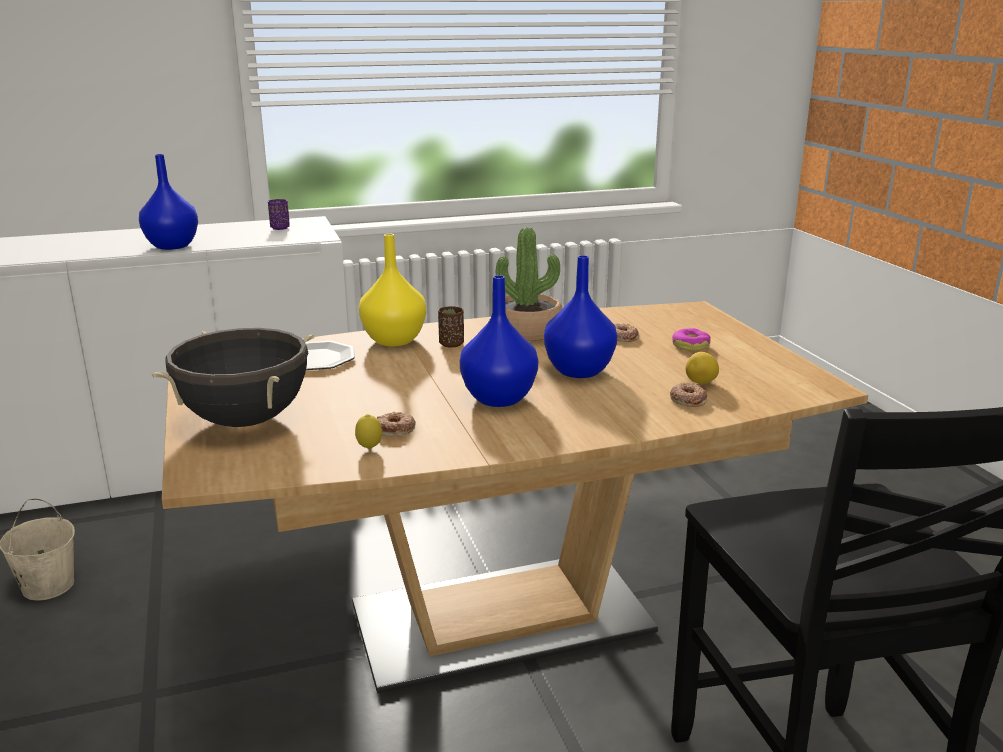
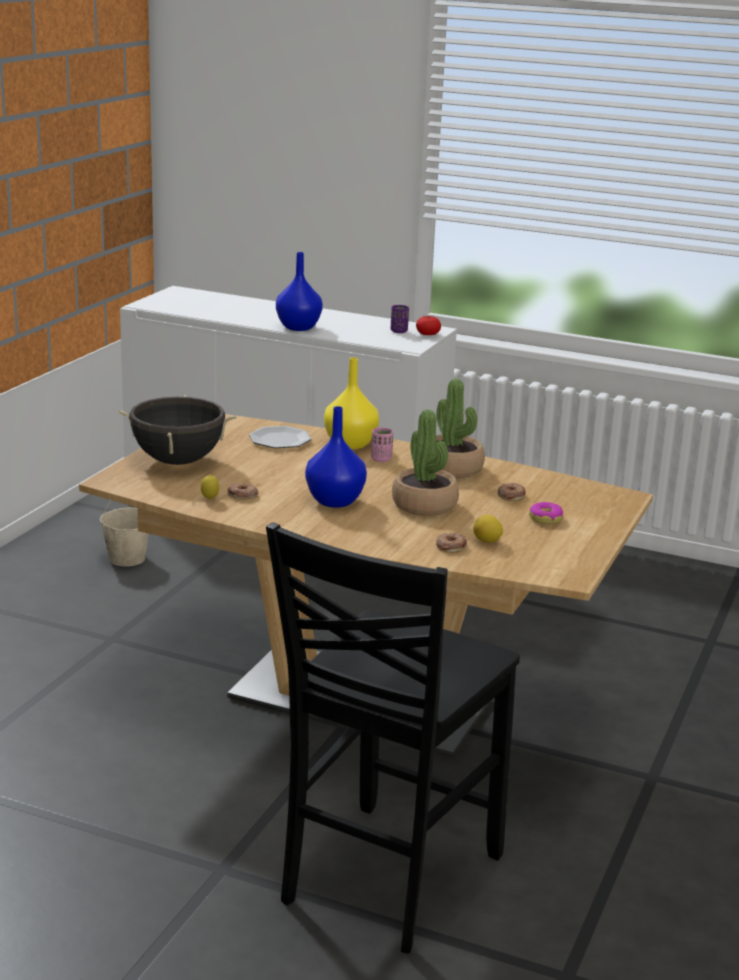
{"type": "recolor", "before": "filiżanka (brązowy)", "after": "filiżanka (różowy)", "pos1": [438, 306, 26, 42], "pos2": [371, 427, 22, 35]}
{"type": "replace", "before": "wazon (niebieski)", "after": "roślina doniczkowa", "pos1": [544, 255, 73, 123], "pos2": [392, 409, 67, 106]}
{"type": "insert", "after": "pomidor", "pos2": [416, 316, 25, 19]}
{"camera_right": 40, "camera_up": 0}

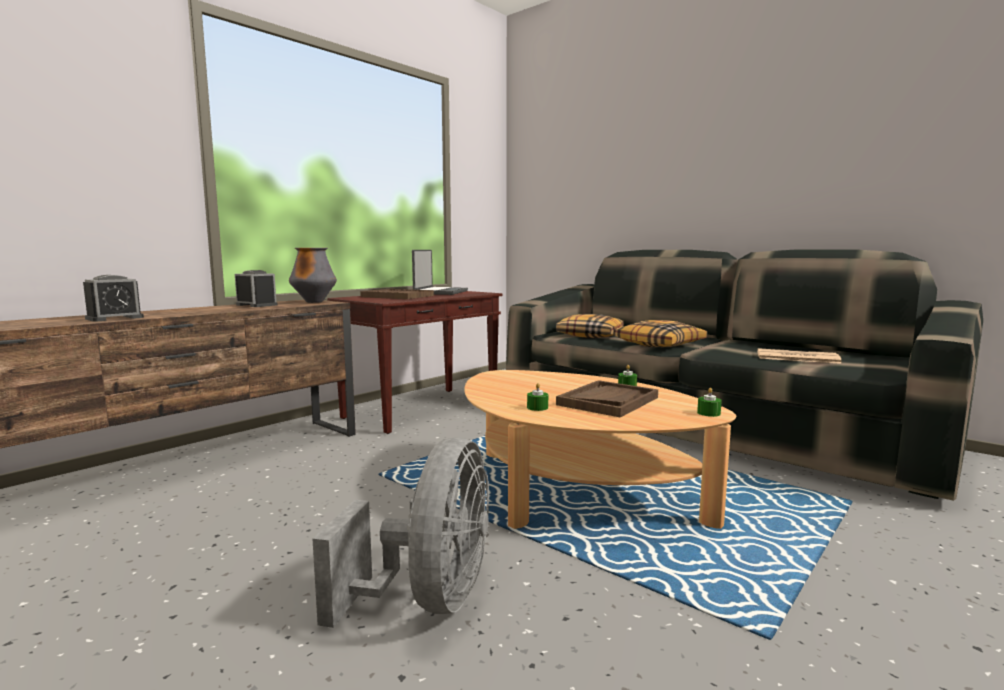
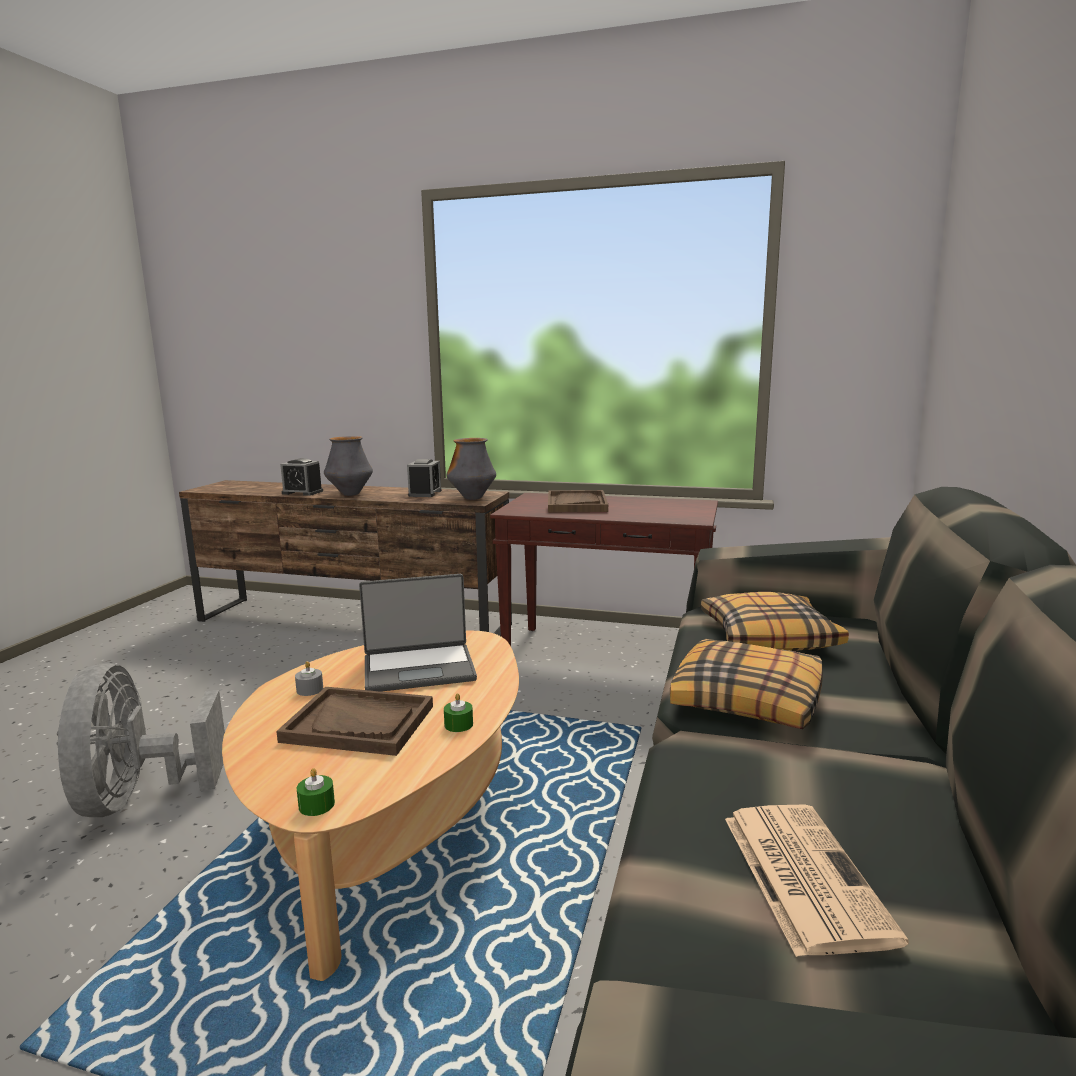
{"type": "rotate", "before": "wentylator (szary)", "pos1": [312, 437, 177, 191], "pos2": [57, 663, 168, 154], "turn": 90}
{"type": "recolor", "before": "świeca (zielony)", "after": "świeca (szary)", "pos1": [527, 383, 21, 28], "pos2": [295, 661, 28, 35]}
{"type": "insert", "after": "wazon", "pos2": [324, 436, 49, 60]}
{"type": "move", "before": "laptop", "pos1": [412, 250, 56, 45], "pos2": [359, 574, 118, 118]}
{"camera_right": 65, "camera_up": 5}

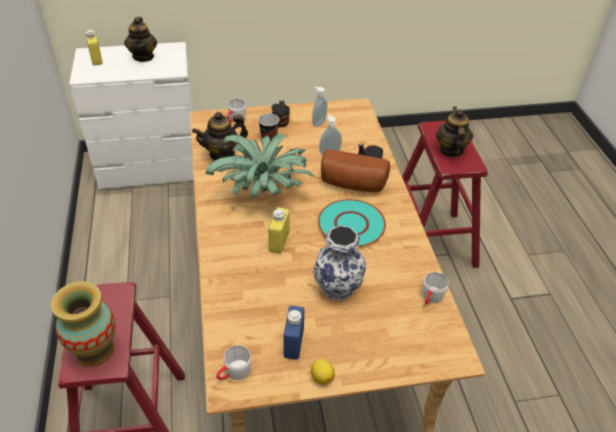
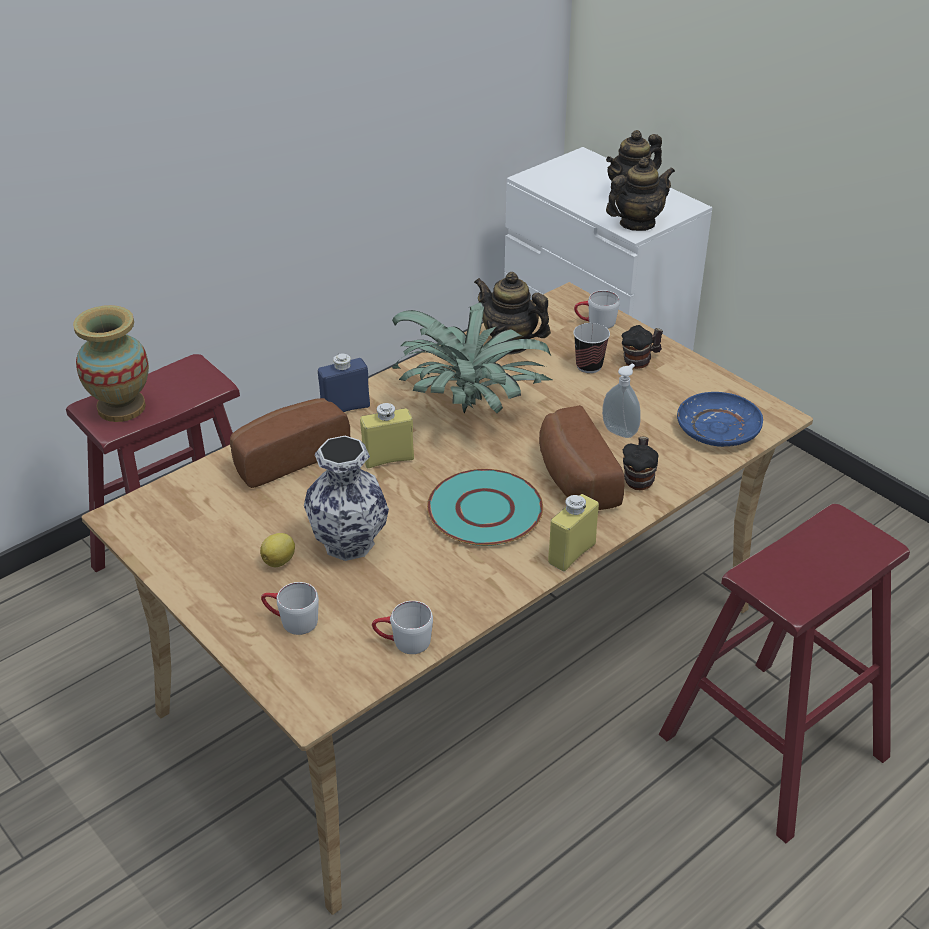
{"type": "insert", "after": "chleb", "pos2": [230, 398, 120, 90]}
{"type": "move", "before": "cytryna", "pos1": [311, 359, 24, 25], "pos2": [260, 533, 35, 34]}
{"type": "move", "before": "kubek (biały)", "pos1": [216, 345, 36, 35], "pos2": [261, 582, 58, 53]}
{"type": "move", "before": "butelka (niebieski)", "pos1": [284, 306, 20, 54], "pos2": [318, 353, 52, 59]}
{"type": "move", "before": "butelka (żółty)", "pos1": [86, 30, 16, 35], "pos2": [548, 494, 51, 77]}
{"type": "move", "before": "imbryk", "pos1": [436, 107, 37, 50], "pos2": [606, 157, 69, 74]}
{"type": "insert", "after": "talerz (niebieski)", "pos2": [677, 392, 86, 55]}
{"type": "delete", "before": "dozownik mydła", "pos1": [312, 86, 16, 41]}
{"camera_right": 60, "camera_up": -5}

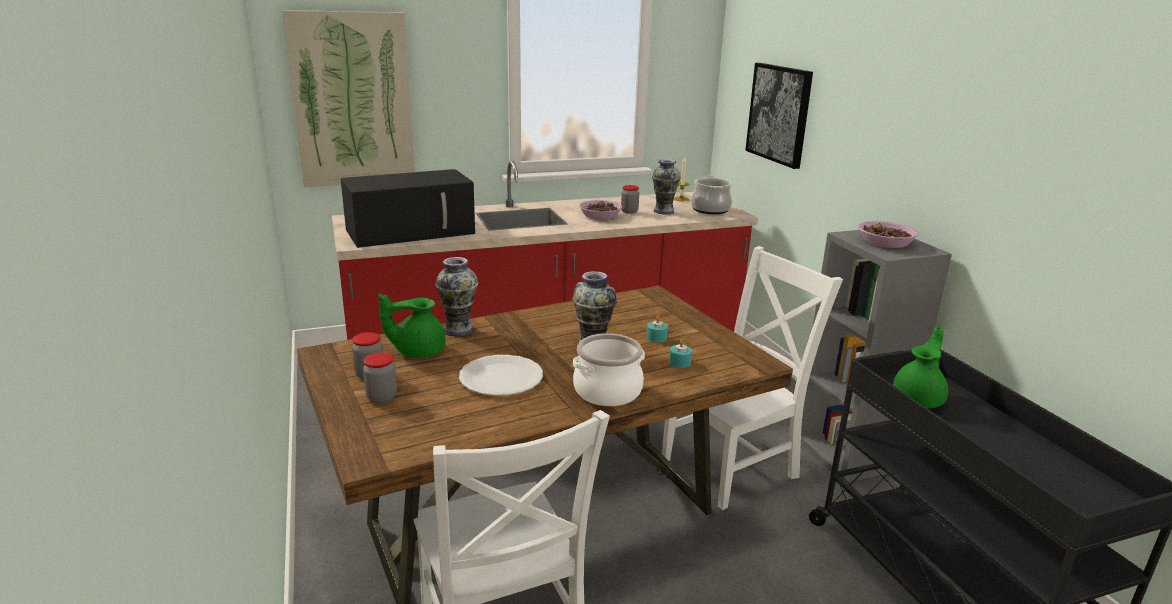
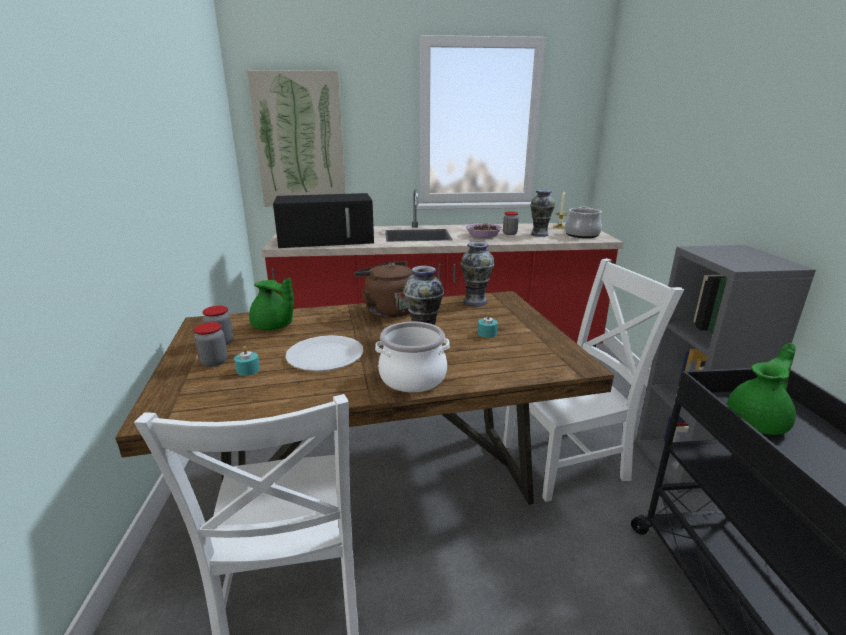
{"type": "move", "before": "świeca (turkusowy)", "pos1": [669, 339, 23, 29], "pos2": [234, 346, 26, 30]}
{"type": "rotate", "before": "imbryk (zielony)", "pos1": [378, 293, 67, 65], "pos2": [249, 278, 45, 53], "turn": -150}
{"type": "insert", "after": "czajnik (brązowy)", "pos2": [354, 261, 60, 57]}
{"type": "move", "before": "wazon", "pos1": [435, 257, 43, 79], "pos2": [460, 242, 35, 64]}
{"type": "delete", "before": "obraz", "pos1": [745, 63, 68, 106]}
{"type": "delete", "before": "miska", "pos1": [858, 221, 61, 27]}
{"camera_right": 15, "camera_up": 0}

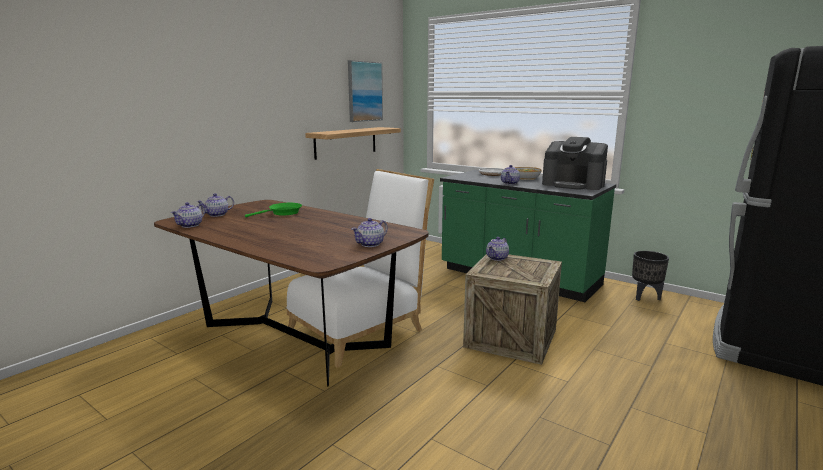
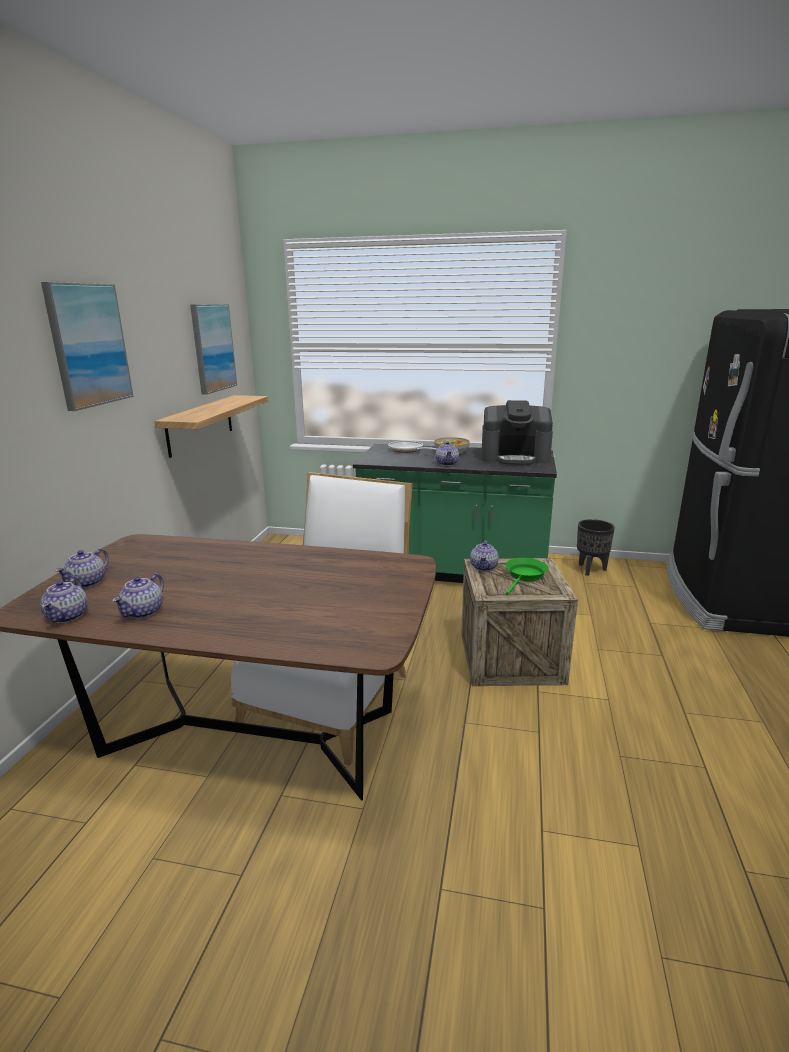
{"type": "insert", "after": "obraz", "pos2": [41, 282, 93, 129]}
{"type": "move", "before": "imbryk", "pos1": [352, 218, 36, 29], "pos2": [112, 573, 52, 46]}
{"type": "move", "before": "patelnia (zielony)", "pos1": [245, 203, 57, 14], "pos2": [506, 558, 43, 37]}
{"camera_right": -25, "camera_up": 5}

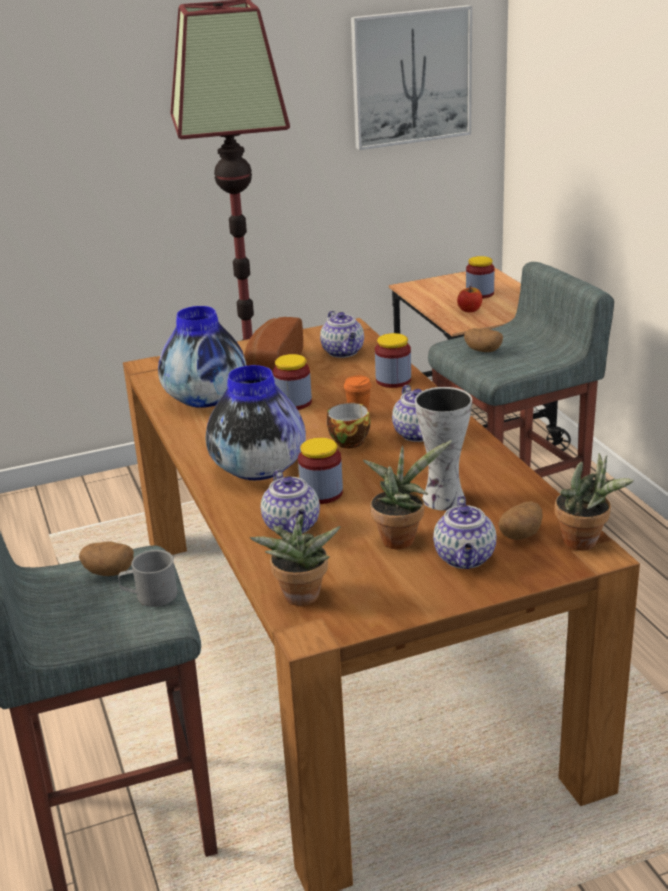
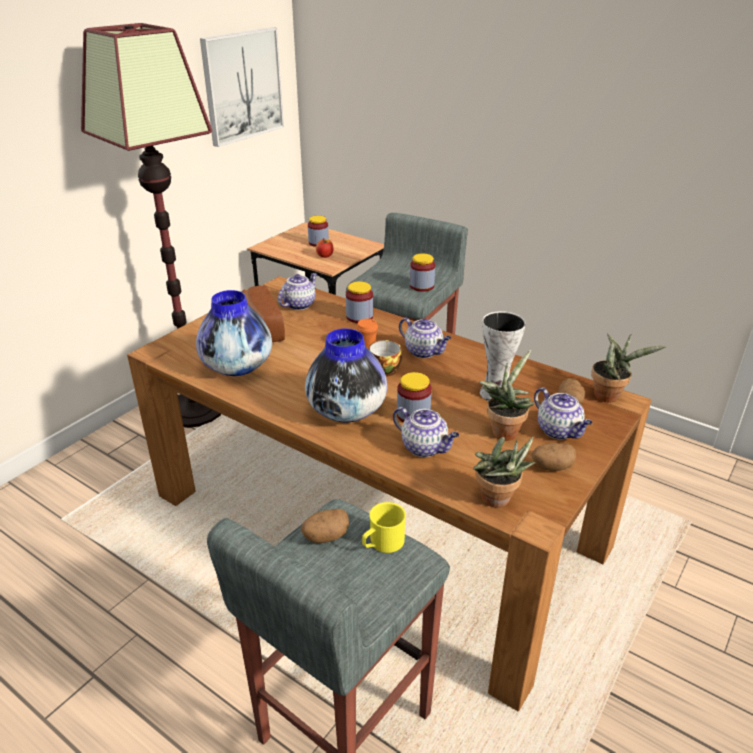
{"type": "rotate", "before": "imbryk", "pos1": [320, 311, 44, 47], "pos2": [278, 273, 39, 37], "turn": -90}
{"type": "recolor", "before": "kubek (szary)", "after": "kubek (żółty)", "pos1": [118, 550, 59, 57], "pos2": [362, 502, 44, 51]}
{"type": "move", "before": "słoik", "pos1": [273, 354, 39, 56], "pos2": [410, 254, 25, 38]}
{"type": "move", "before": "ziemniak", "pos1": [464, 328, 39, 24], "pos2": [531, 443, 45, 28]}
{"camera_right": -35, "camera_up": 5}

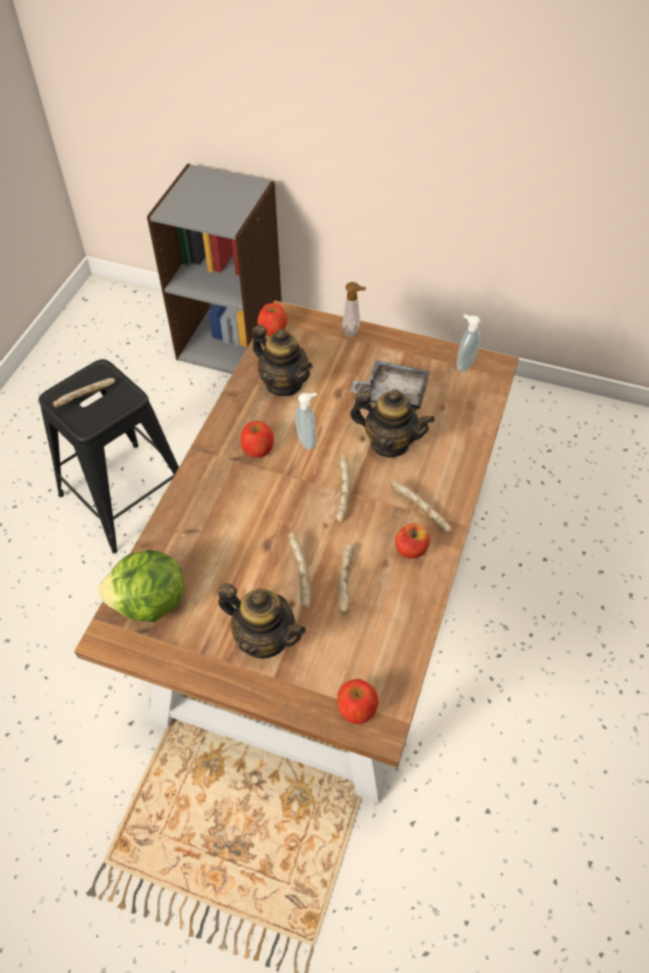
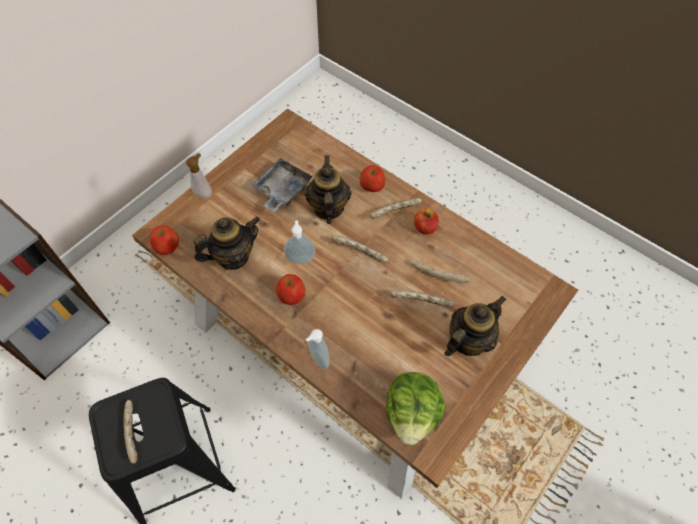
{"type": "rotate", "before": "imbryk", "pos1": [350, 389, 85, 68], "pos2": [305, 156, 47, 68], "turn": -45}
{"type": "move", "before": "dozownik mydła", "pos1": [457, 314, 24, 58], "pos2": [306, 329, 23, 40]}
{"type": "move", "before": "jabłko", "pos1": [337, 679, 41, 45], "pos2": [360, 165, 25, 27]}
{"camera_right": -70, "camera_up": 5}

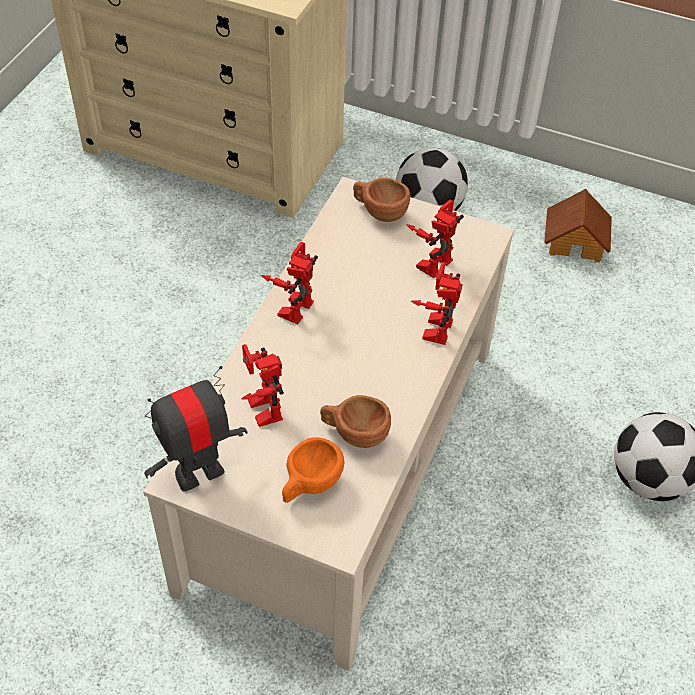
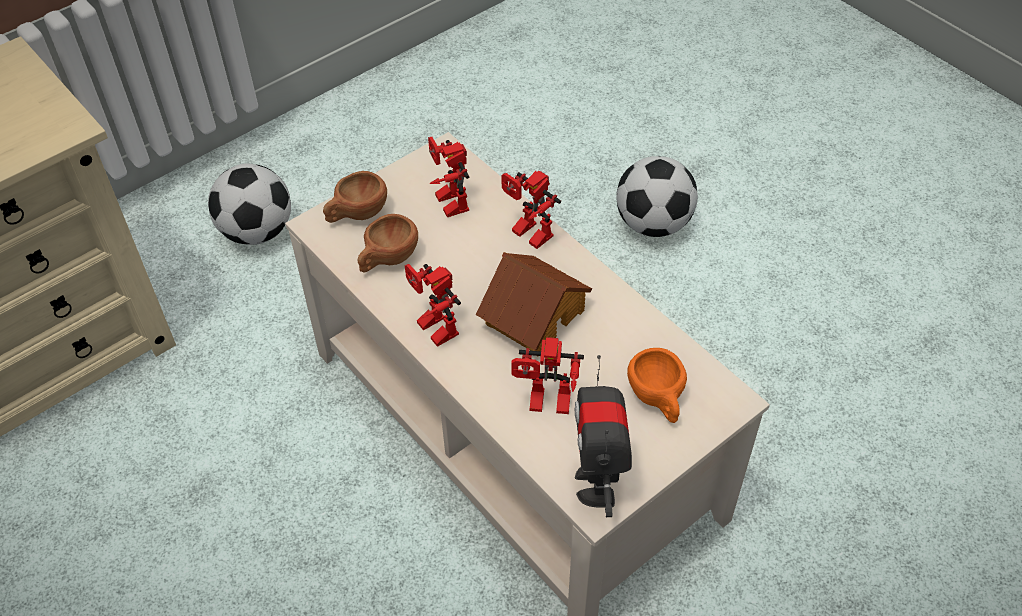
{"type": "move", "before": "filiżanka (brązowy)", "pos1": [320, 395, 71, 53], "pos2": [358, 214, 60, 58]}
{"type": "move", "before": "domek", "pos1": [544, 189, 68, 73], "pos2": [476, 252, 116, 105]}
{"camera_right": -60, "camera_up": 0}

